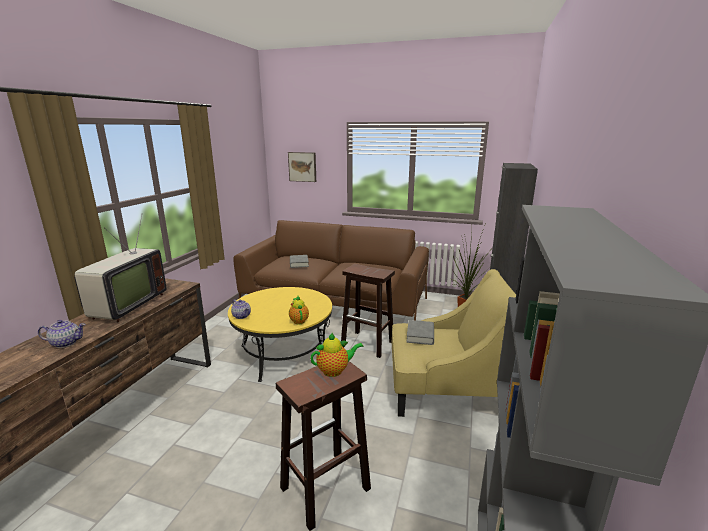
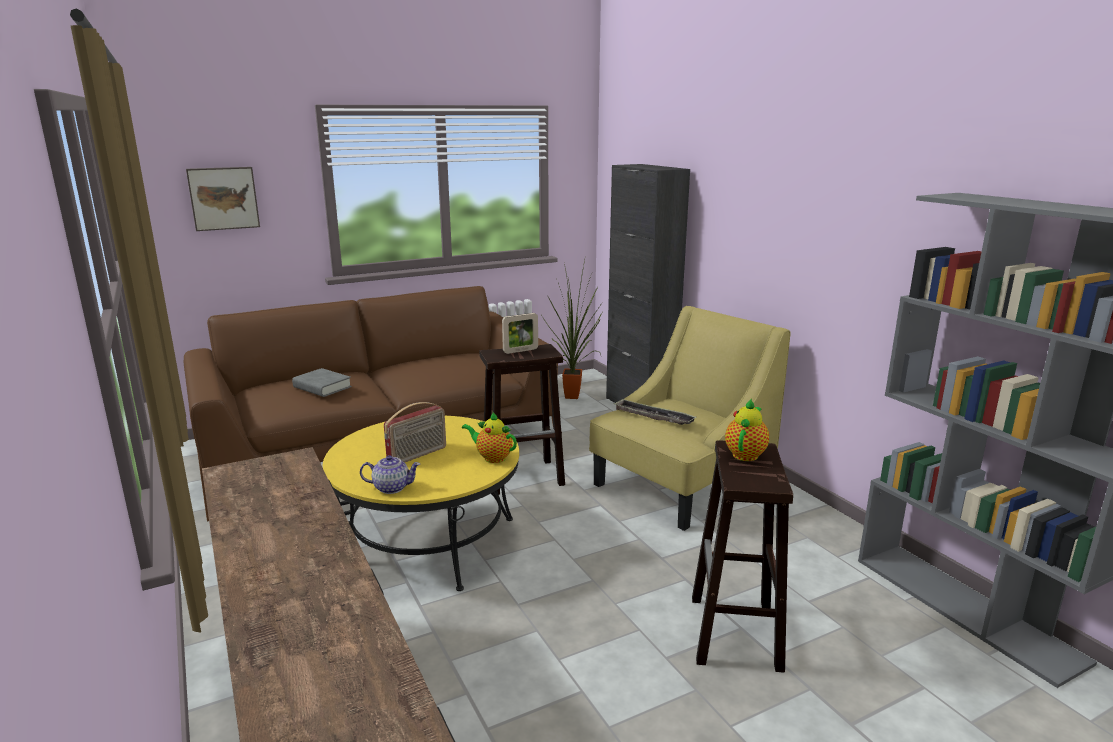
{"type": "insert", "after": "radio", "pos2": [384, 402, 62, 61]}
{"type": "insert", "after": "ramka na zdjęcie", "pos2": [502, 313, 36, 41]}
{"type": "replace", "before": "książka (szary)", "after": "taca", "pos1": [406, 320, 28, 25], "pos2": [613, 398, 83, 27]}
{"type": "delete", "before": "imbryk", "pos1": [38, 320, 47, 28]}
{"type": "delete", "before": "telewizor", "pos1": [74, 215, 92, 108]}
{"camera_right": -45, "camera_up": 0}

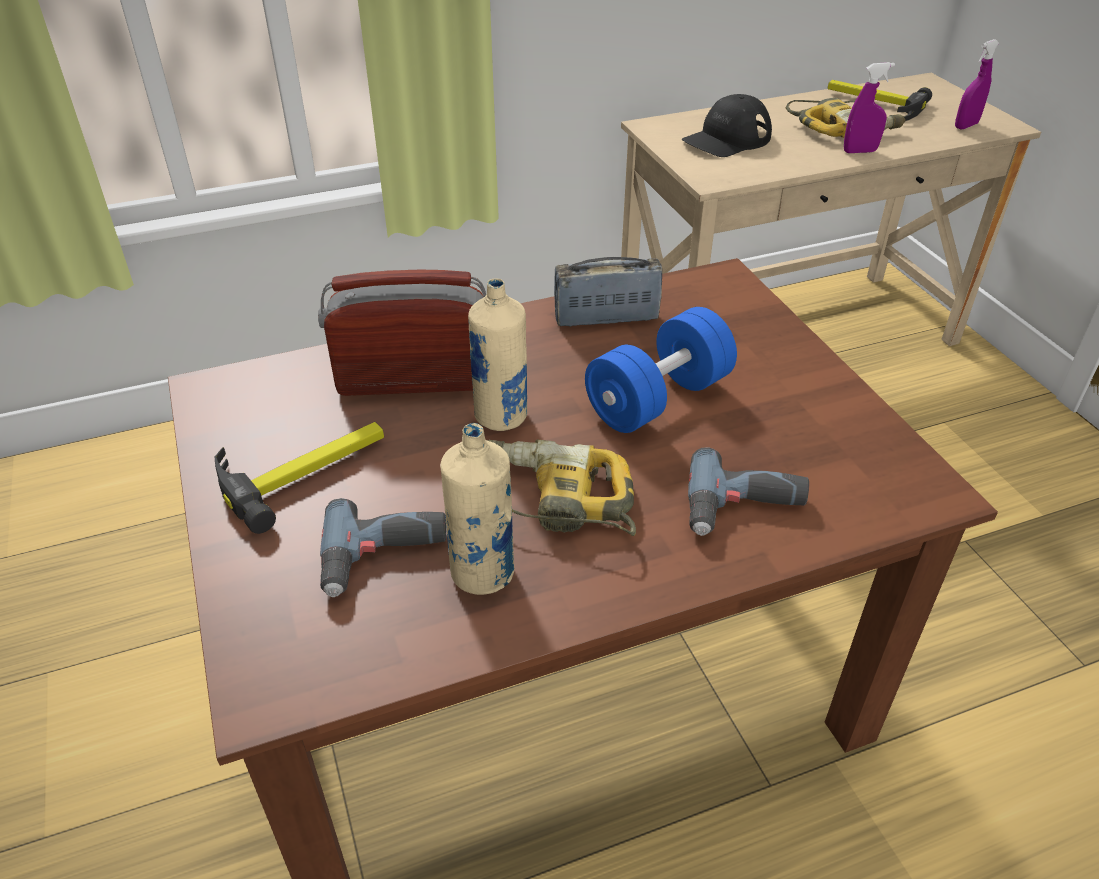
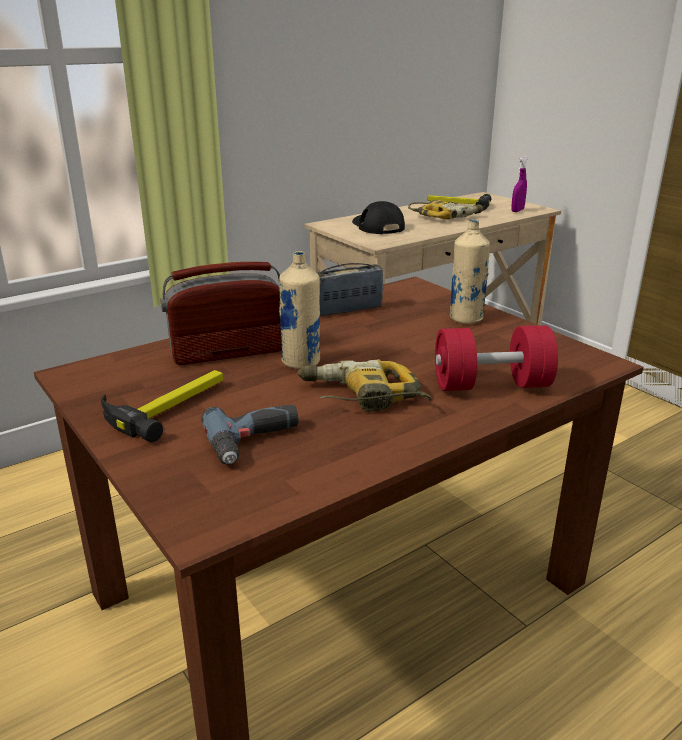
{"type": "rotate", "before": "czapka z daszkiem (czarny)", "pos1": [682, 94, 90, 63], "pos2": [352, 201, 53, 33], "turn": 120}
{"type": "replace", "before": "wiertarka", "after": "hantel (czerwony)", "pos1": [688, 448, 121, 88], "pos2": [435, 325, 123, 66]}
{"type": "move", "before": "butelka (beżowy)", "pos1": [440, 423, 75, 172], "pos2": [450, 219, 40, 105]}
{"type": "delete", "before": "hantel (niebieski)", "pos1": [585, 307, 152, 126]}
{"type": "delete", "before": "spryskiwacz (fioletowy)", "pos1": [844, 62, 51, 91]}
{"camera_right": -15, "camera_up": -15}

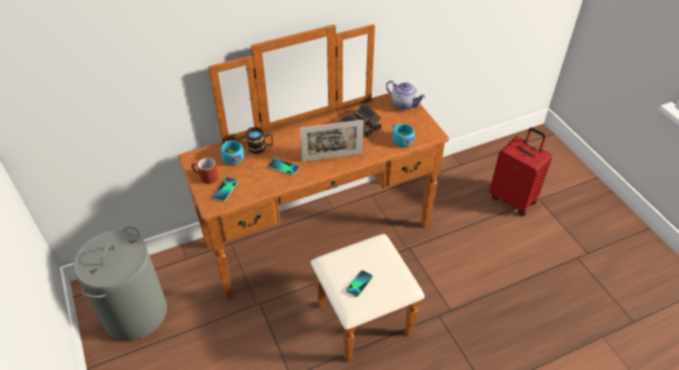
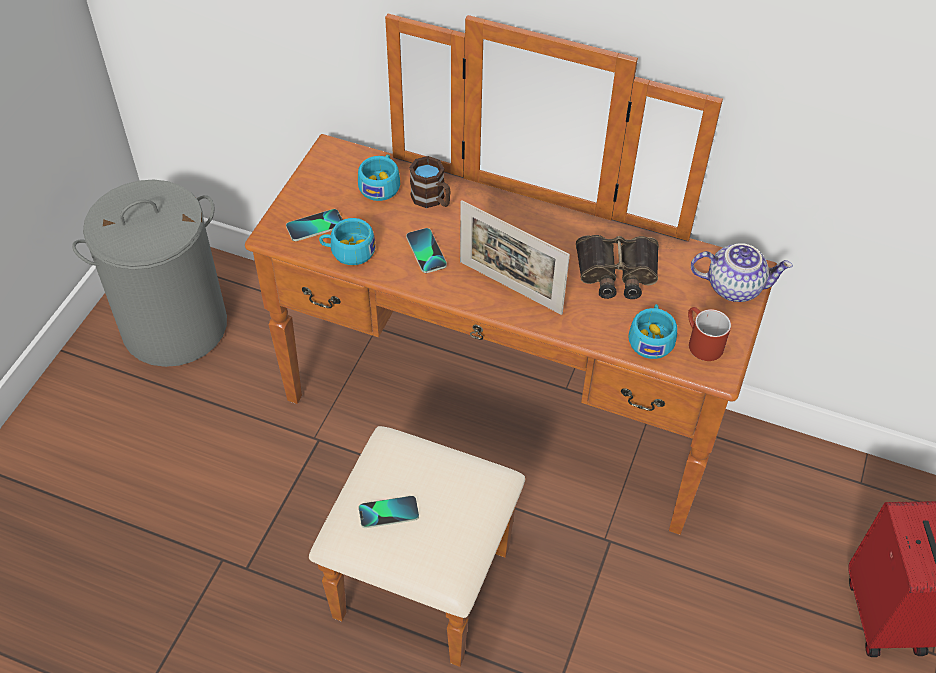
{"type": "insert", "after": "filiżanka (turkusowy)", "pos2": [319, 218, 57, 47]}
{"type": "move", "before": "kubek (czerwony)", "pos1": [191, 158, 27, 26], "pos2": [688, 307, 43, 54]}
{"type": "rotate", "before": "imbryk", "pos1": [386, 80, 39, 30], "pos2": [691, 243, 102, 59], "turn": -75}
{"camera_right": 45, "camera_up": 5}

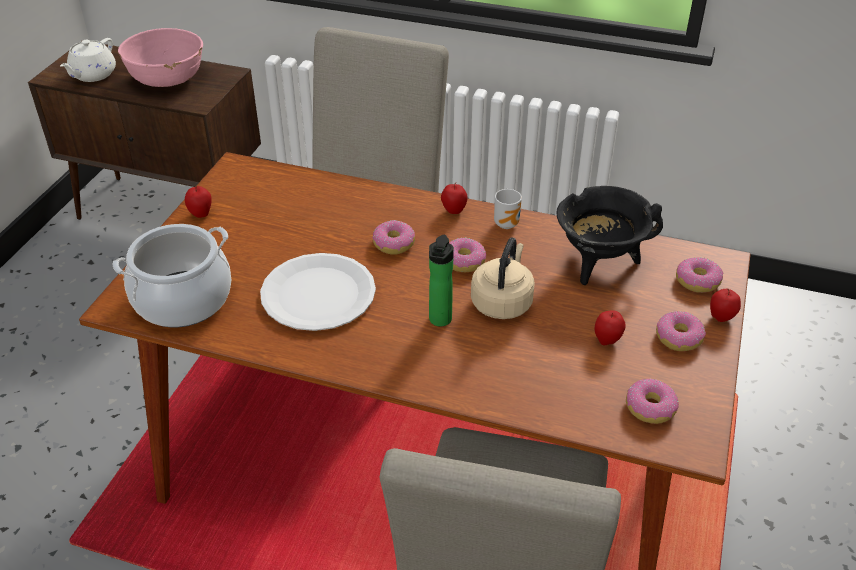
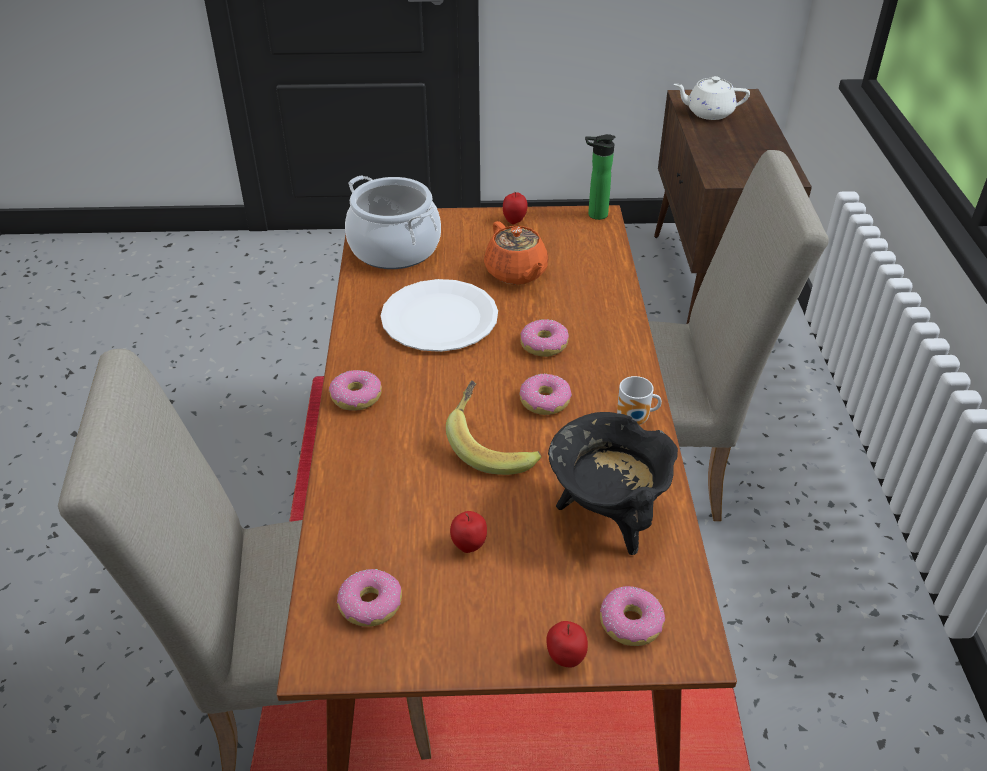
{"type": "move", "before": "donut", "pos1": [656, 311, 50, 40], "pos2": [329, 370, 53, 41]}
{"type": "replace", "before": "czajnik (beżowy)", "after": "banan", "pos1": [471, 238, 64, 81], "pos2": [446, 381, 95, 94]}
{"type": "insert", "after": "imbryk (pomarańczowy)", "pos2": [484, 221, 64, 64]}
{"type": "move", "before": "butelka", "pos1": [429, 235, 25, 92], "pos2": [585, 134, 30, 86]}
{"type": "delete", "before": "miska (różowy)", "pos1": [118, 28, 85, 59]}
{"type": "delete", "before": "jabłko", "pos1": [441, 183, 26, 31]}
{"camera_right": 70, "camera_up": 0}

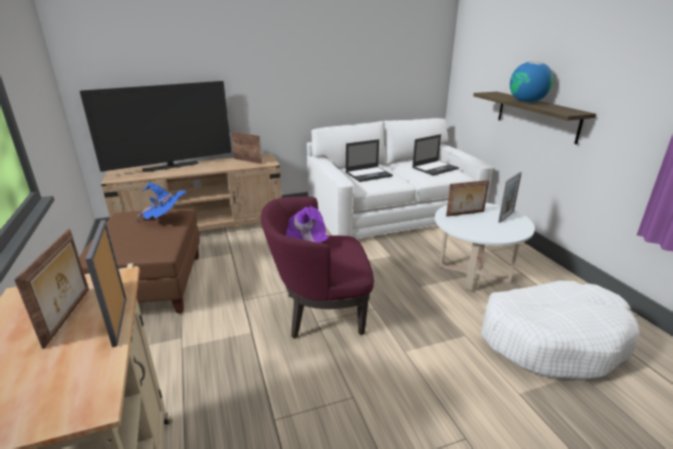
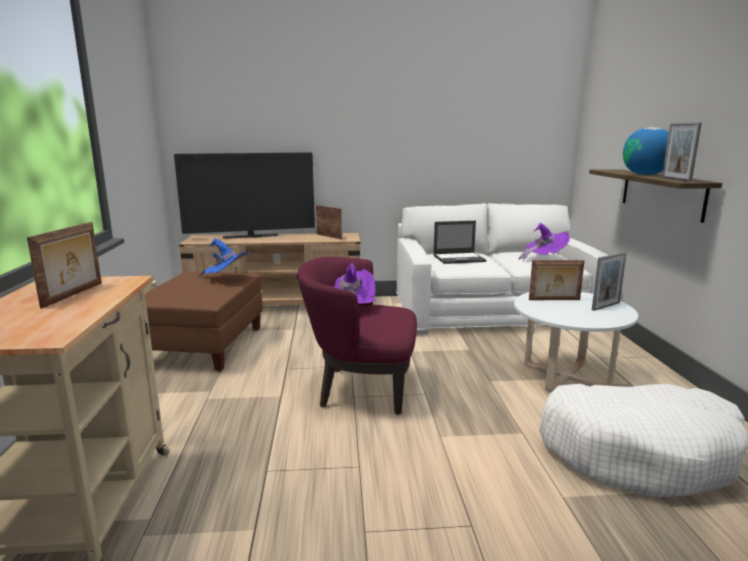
{"type": "replace", "before": "laptop", "after": "kapelusz (fioletowy)", "pos1": [412, 134, 47, 42], "pos2": [519, 223, 51, 38]}
{"type": "move", "before": "ramka na zdjęcie", "pos1": [85, 220, 42, 127], "pos2": [662, 123, 40, 59]}
{"camera_right": 15, "camera_up": -10}

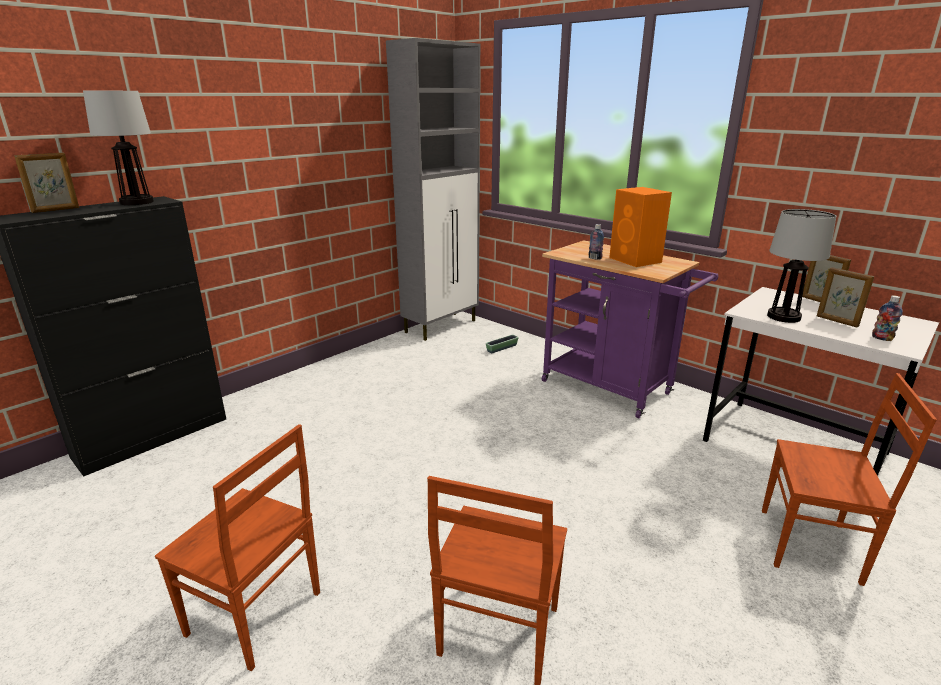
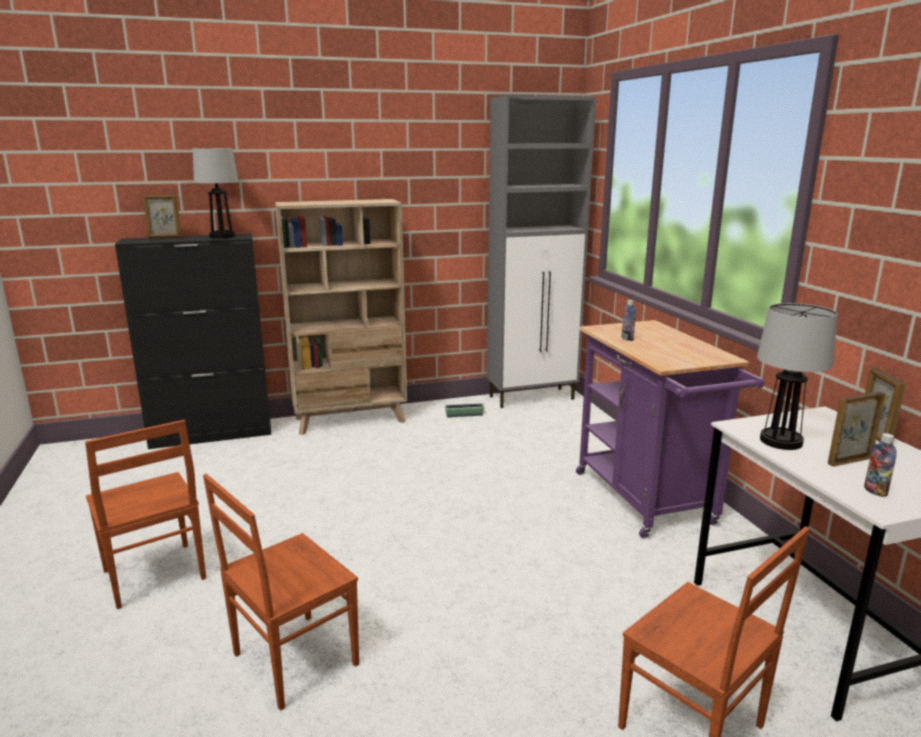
{"type": "insert", "after": "regał (beżowy)", "pos2": [275, 199, 132, 236]}
{"type": "move", "before": "donica", "pos1": [486, 335, 33, 18], "pos2": [445, 403, 39, 14]}
{"type": "rotate", "before": "ramka na zdjęcie", "pos1": [817, 267, 57, 60], "pos2": [828, 392, 57, 75], "turn": 75}
{"type": "delete", "before": "głośnik (pomarańczowy)", "pos1": [609, 187, 63, 80]}
{"camera_right": 30, "camera_up": -5}

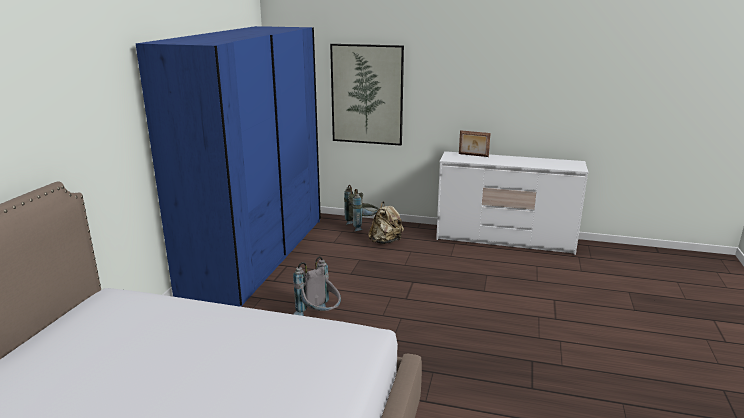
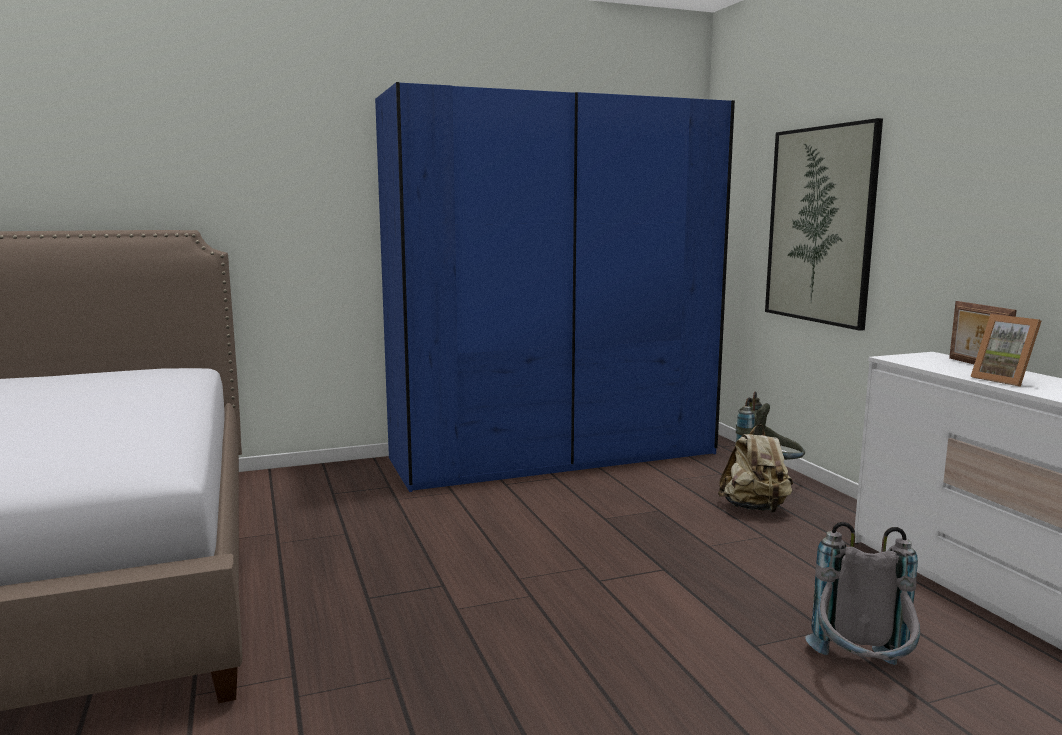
{"type": "move", "before": "plecak (szary)", "pos1": [293, 256, 48, 60], "pos2": [805, 522, 115, 143]}
{"type": "insert", "after": "ramka na zdjęcie", "pos2": [971, 314, 70, 73]}
{"camera_right": 55, "camera_up": -10}

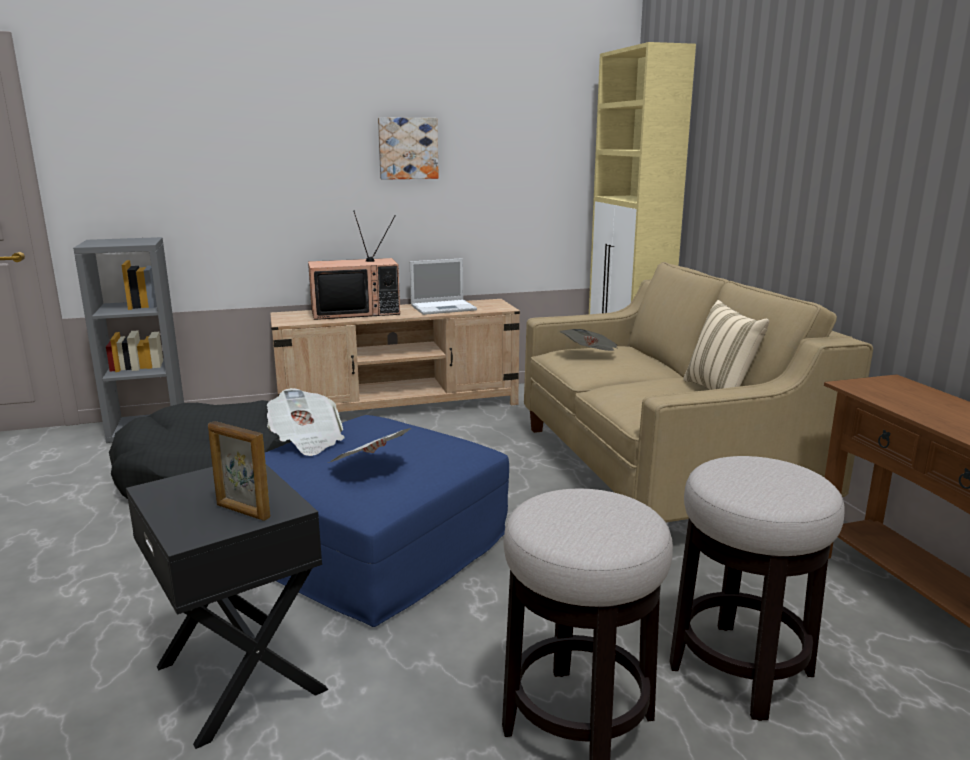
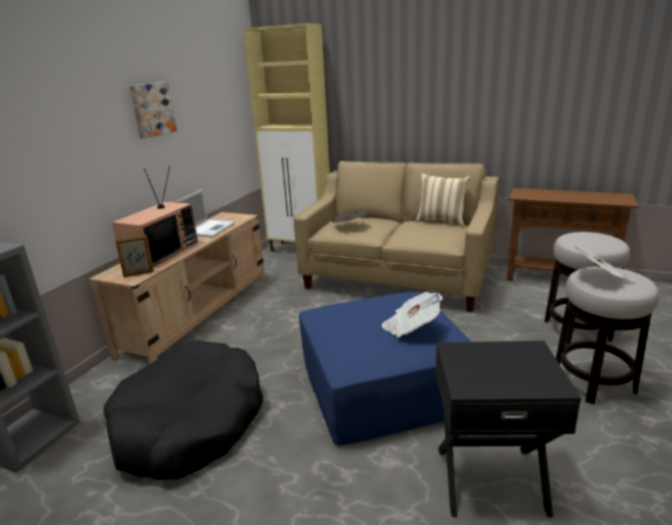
{"type": "move", "before": "ramka na zdjęcie", "pos1": [208, 421, 62, 100], "pos2": [115, 235, 39, 42]}
{"type": "move", "before": "gazeta", "pos1": [267, 388, 77, 68], "pos2": [572, 245, 62, 36]}
{"camera_right": -50, "camera_up": 5}

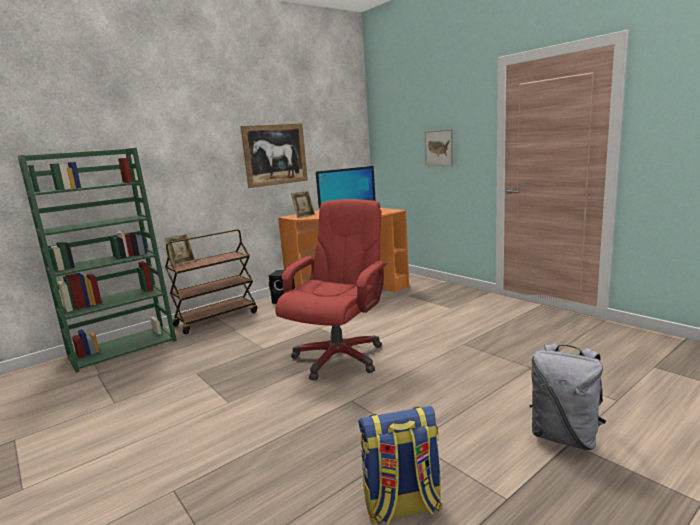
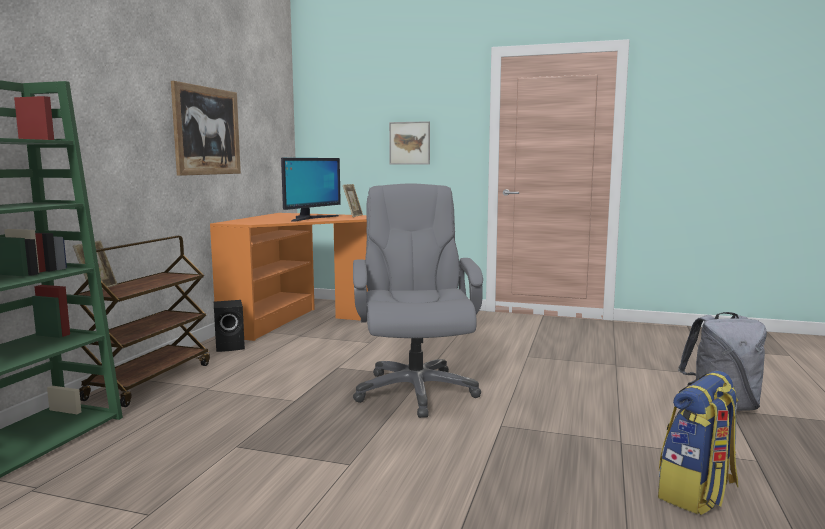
{"type": "move", "before": "ramka na zdjęcie", "pos1": [291, 191, 24, 27], "pos2": [343, 184, 20, 33]}
{"type": "recolor", "before": "krzesło biurowe (czerwony)", "after": "krzesło biurowe (szary)", "pos1": [275, 199, 112, 182], "pos2": [353, 183, 130, 235]}
{"camera_right": -35, "camera_up": -5}

